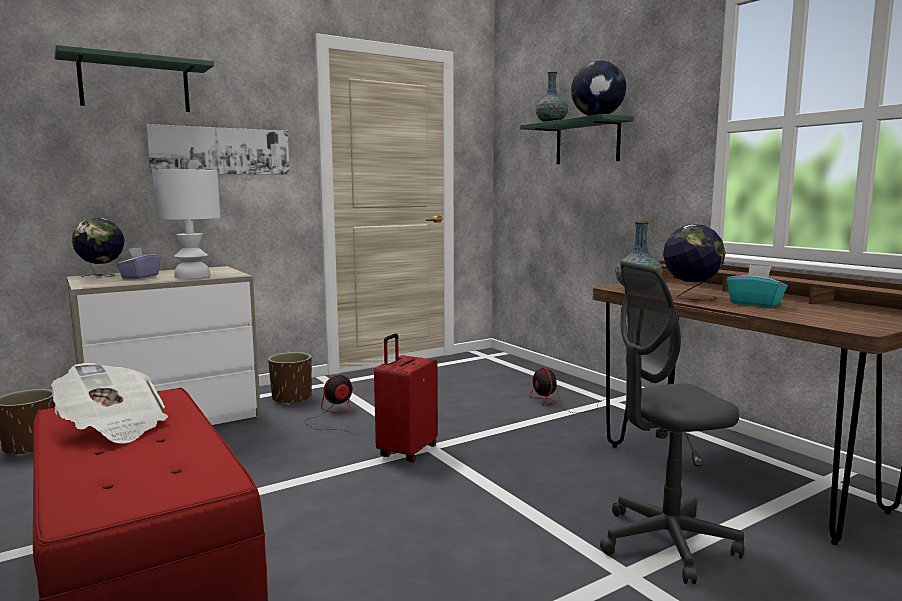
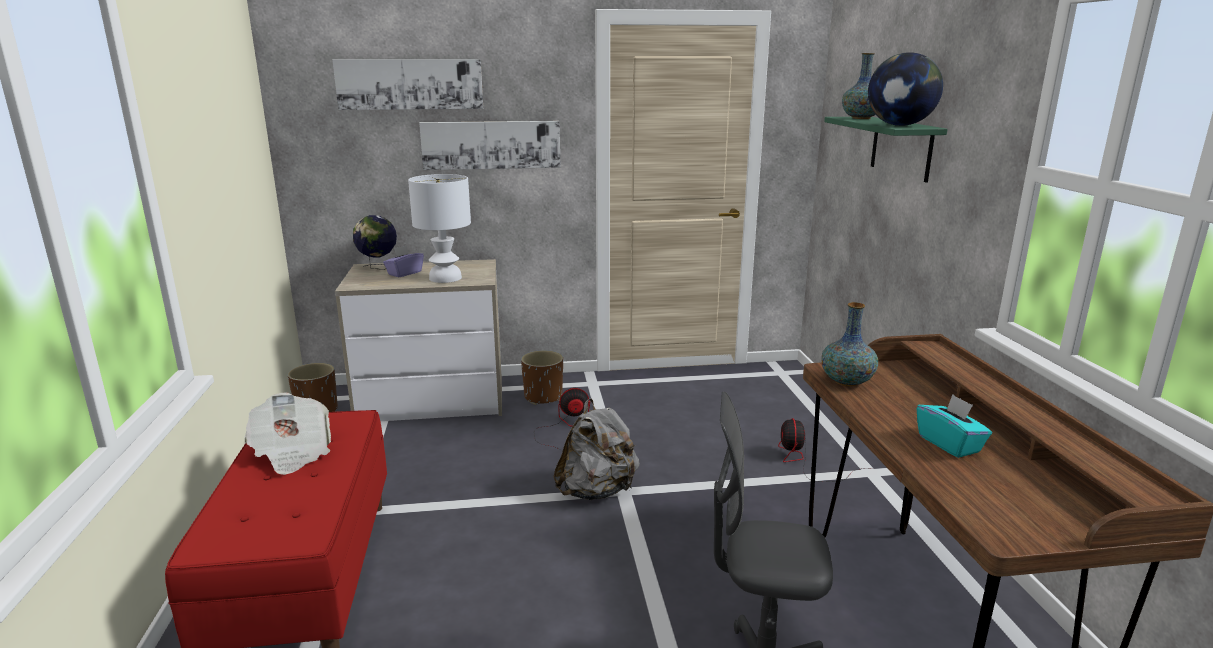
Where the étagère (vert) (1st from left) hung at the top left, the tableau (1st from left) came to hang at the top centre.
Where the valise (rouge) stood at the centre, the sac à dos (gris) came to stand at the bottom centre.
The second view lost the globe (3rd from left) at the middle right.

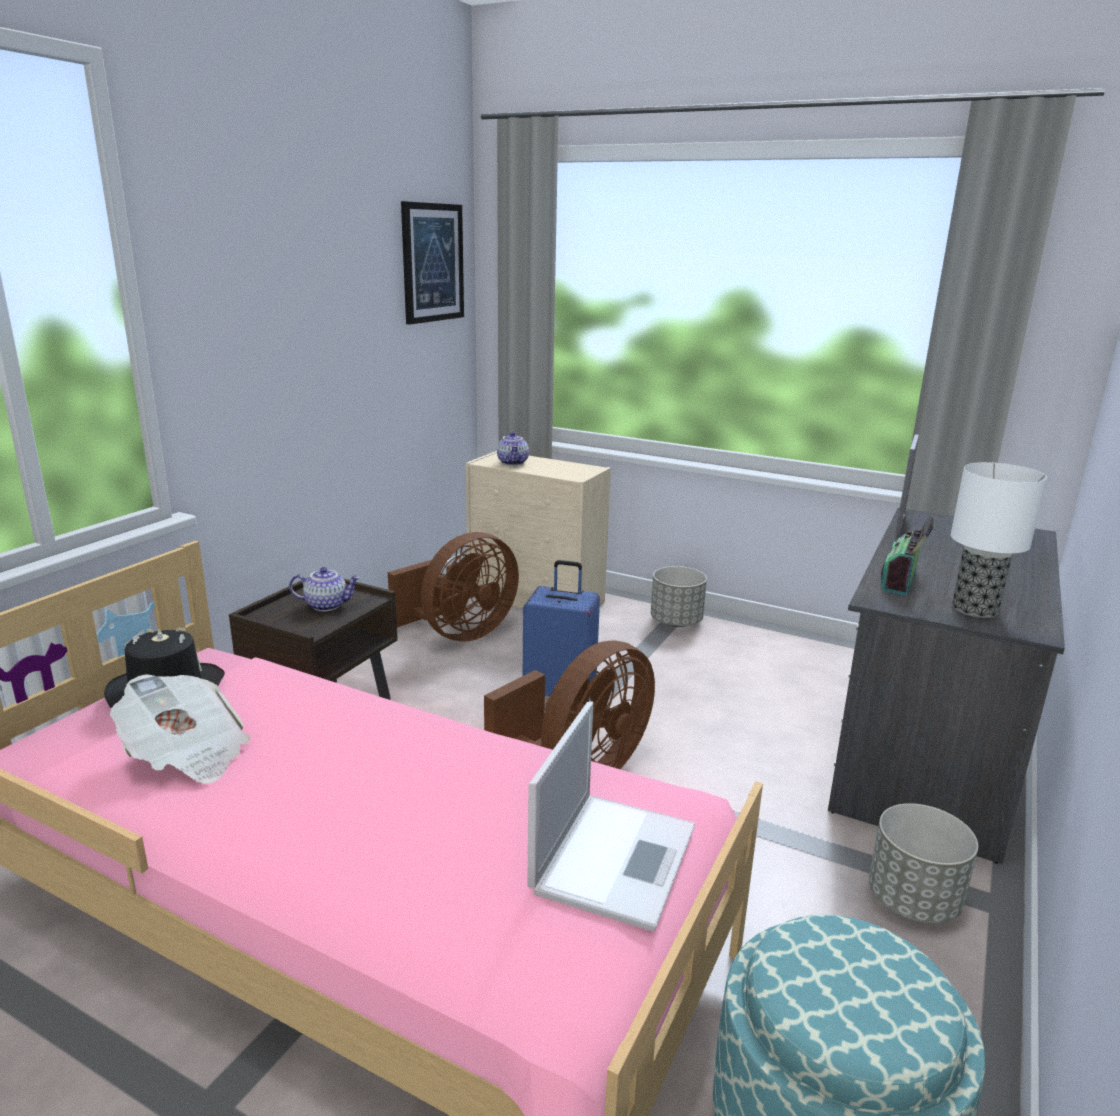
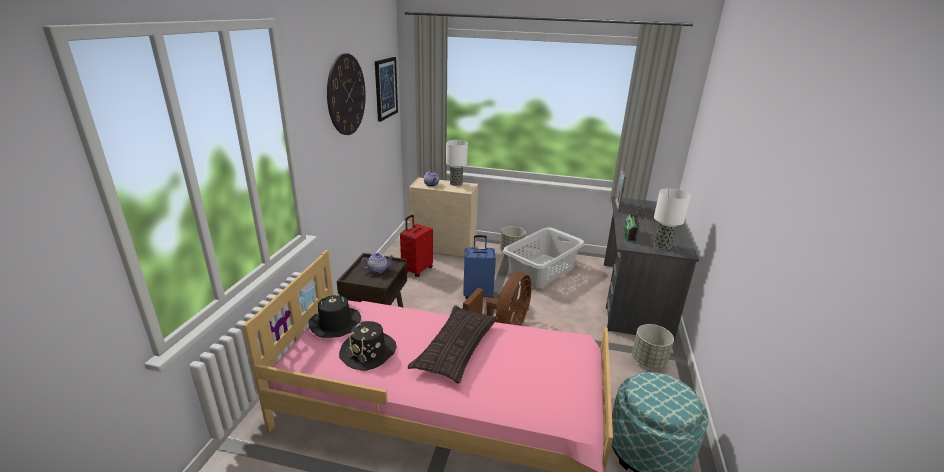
Where the journal stood at the middle left, the chapeau (noir) (2nd from left) came to stand at the bottom centre.
Where the ventilateur (marron) (1st from left) stood at the centre, the valise (rouge) came to stand at the centre.
The second view lost the ordinateur portable at the bottom centre.
The second view gained the horloge murale at the top centre.
The second view gained the coussin at the bottom centre.
The second view gained the lampe de table (1st from left) at the centre.
The second view gained the panier à linge (gris) at the centre.

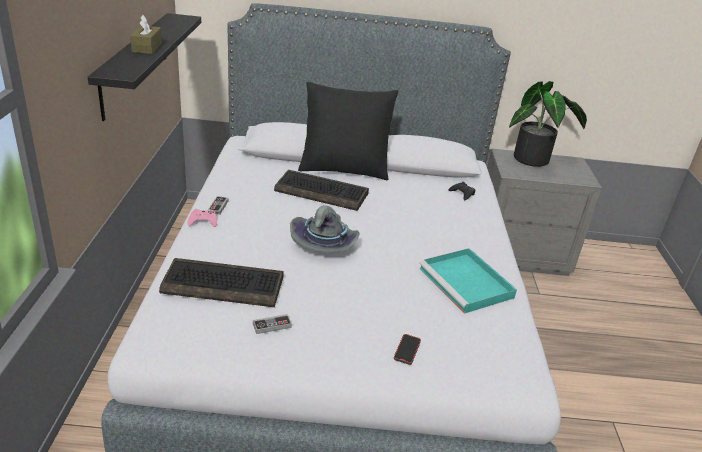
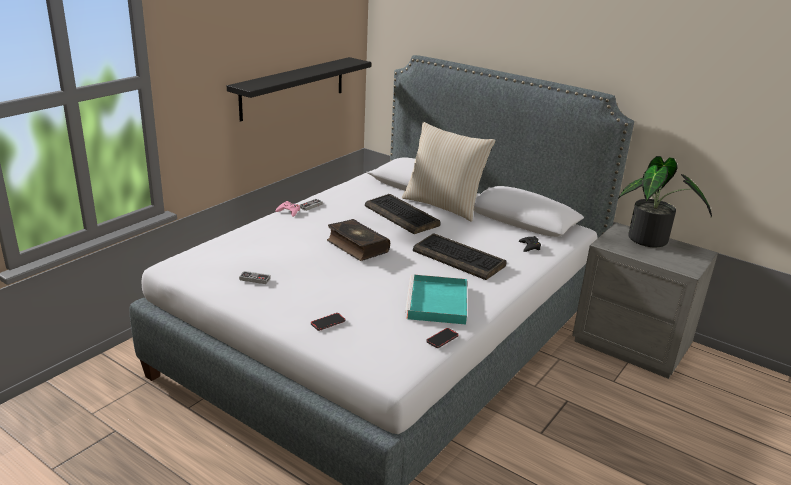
The second view lost the boîte à mouchoirs (marron) at the top left.
The clavier (1st from left in the first image) ended up elsewhere, having gone from the middle left to the centre.
Where the chapeau (gris) stood at the centre, the livre came to stand at the centre.
What was the coussin (noir) at the top centre turned into the coussin (beige) at the centre.
The second view gained the téléphone (2nd from left) at the bottom centre.

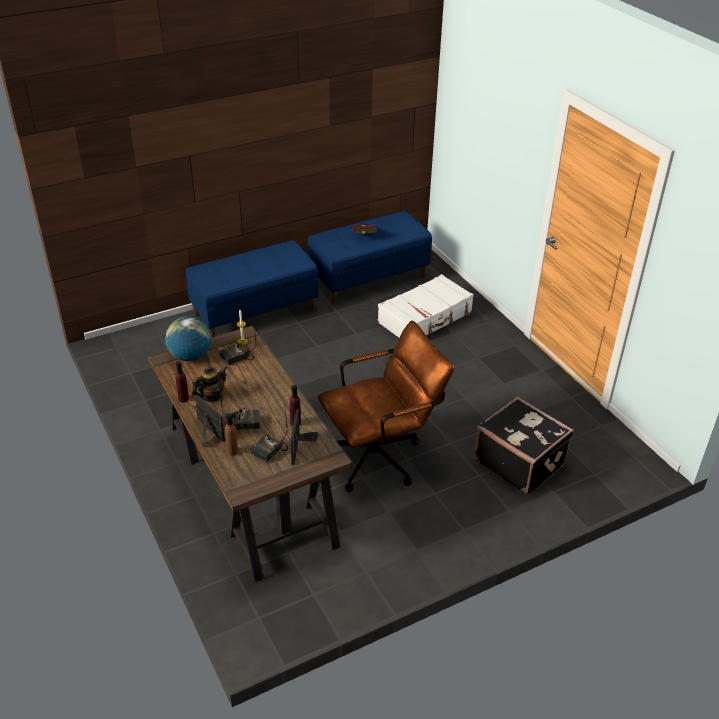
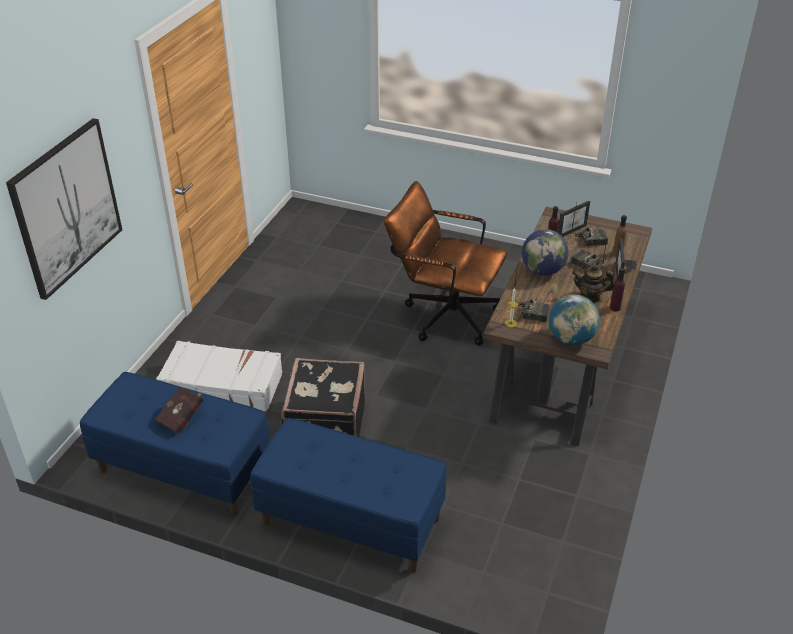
The valise (noir) ended up elsewhere, having gone from the middle right to the centre.
The second view gained the tableau at the top left.
The second view gained the globe (1st from left) at the middle right.

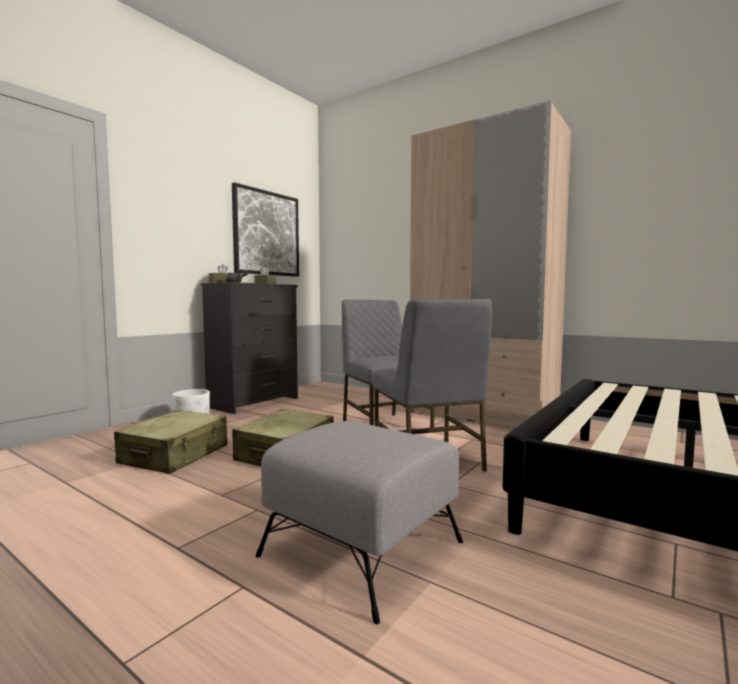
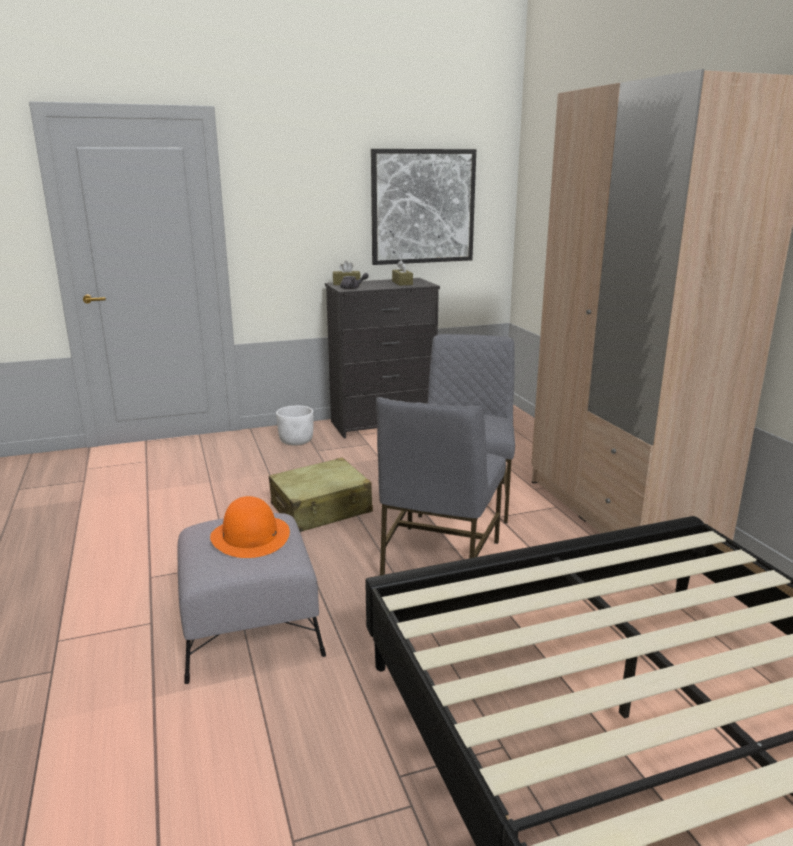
The second view lost the valise (beige) (1st from left) at the middle left.
The second view gained the chapeau (orange) at the middle left.

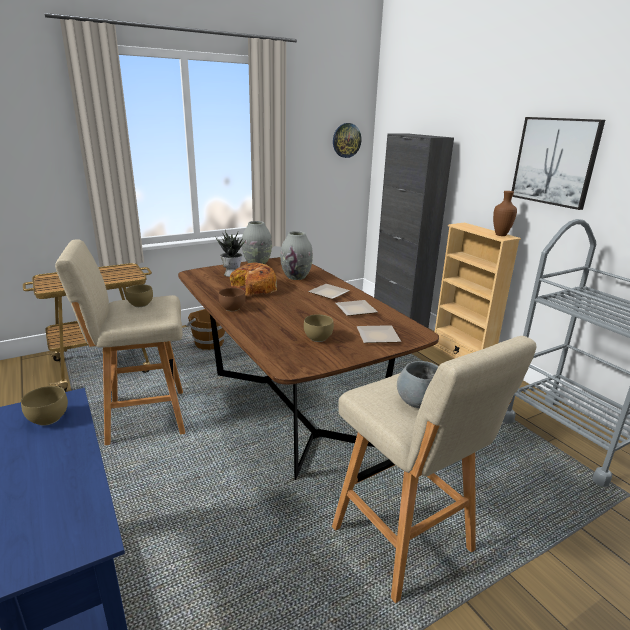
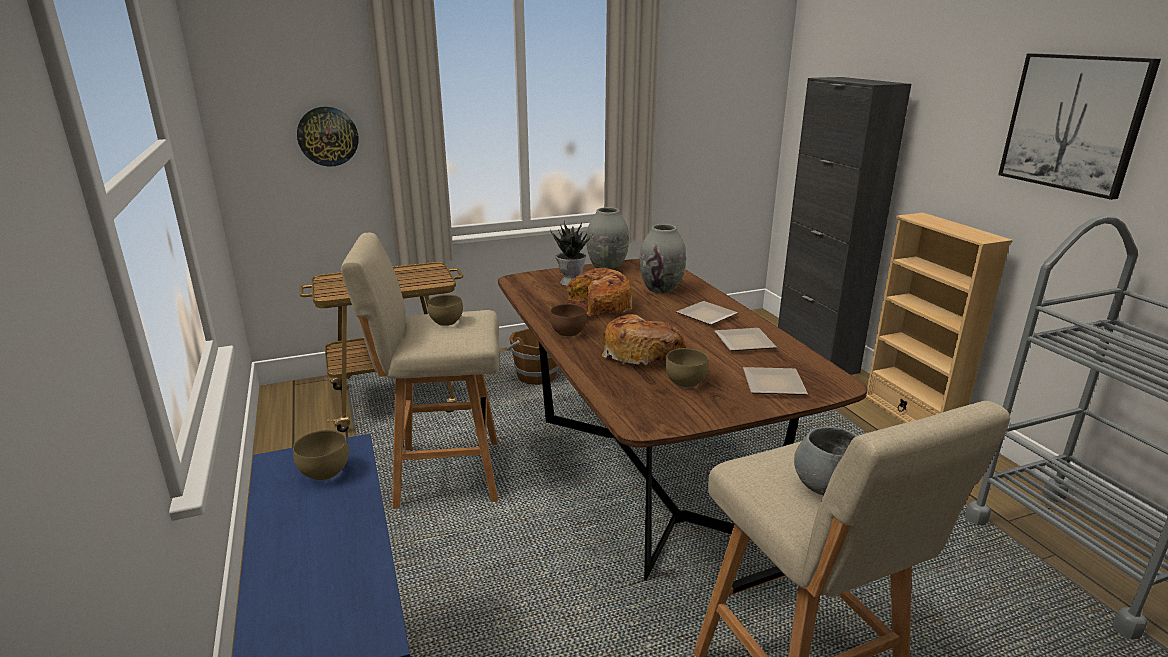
The horloge murale ended up elsewhere, having gone from the top centre to the top left.
The second view lost the vase (marron) at the middle right.
The second view gained the pain (2nd from left) at the centre.

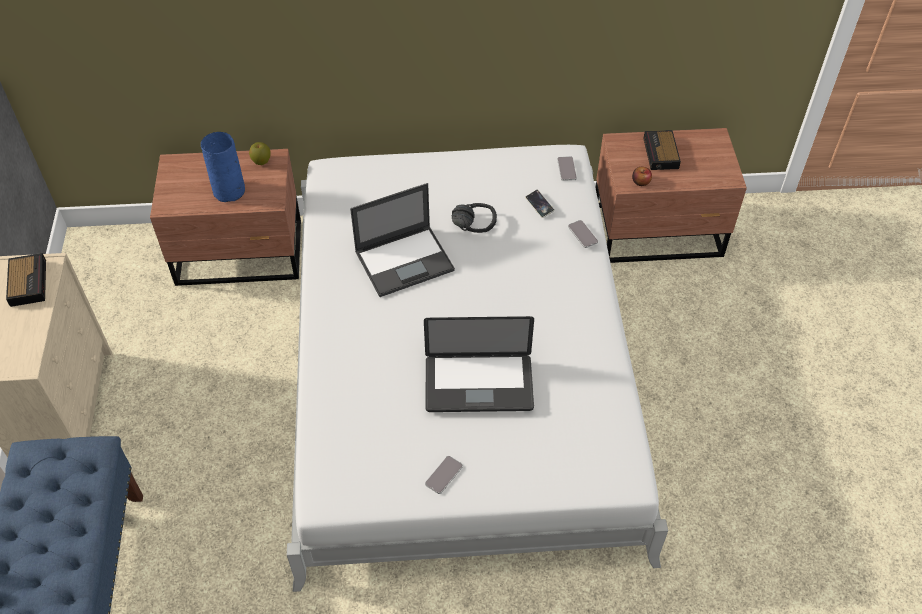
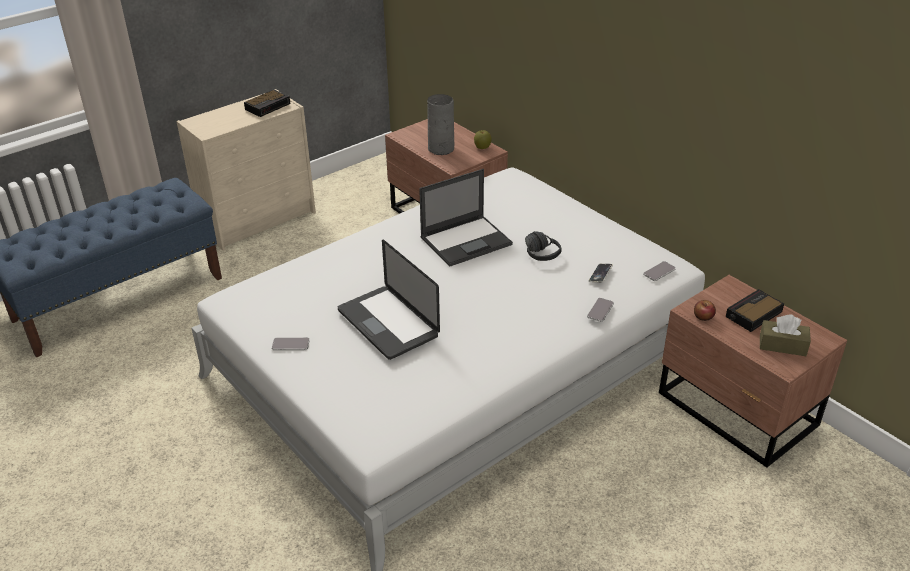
What was the vase (bleu) at the top left turned into the vase (gris) at the top centre.
The ordinateur portable (1st from left in the first image) at the centre ended up facing another way, 60 degrees counterclockwise from before.
The second view gained the boîte à mouchoirs (marron) at the middle right.

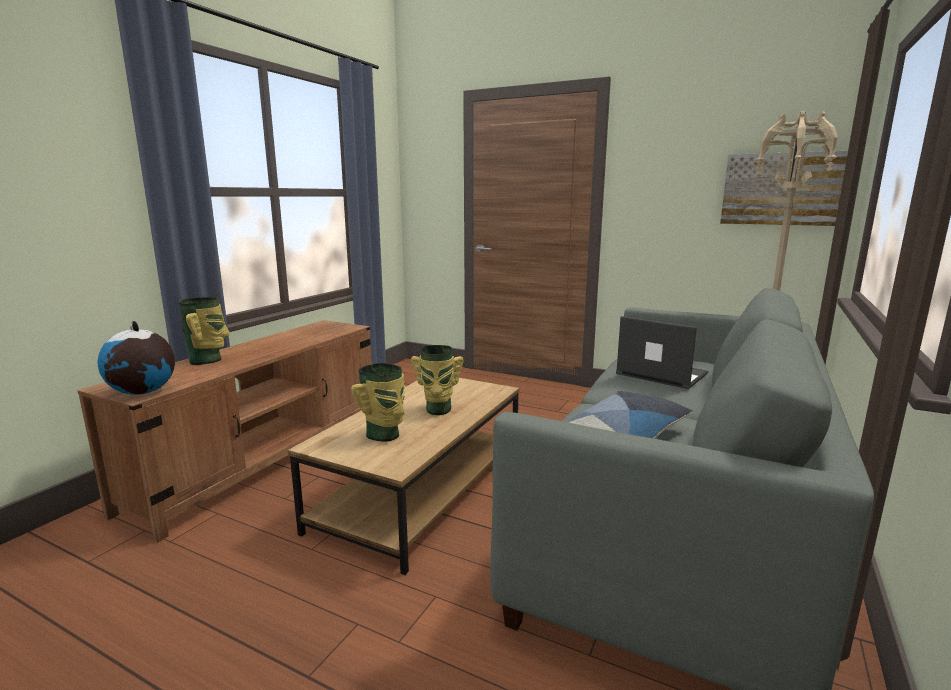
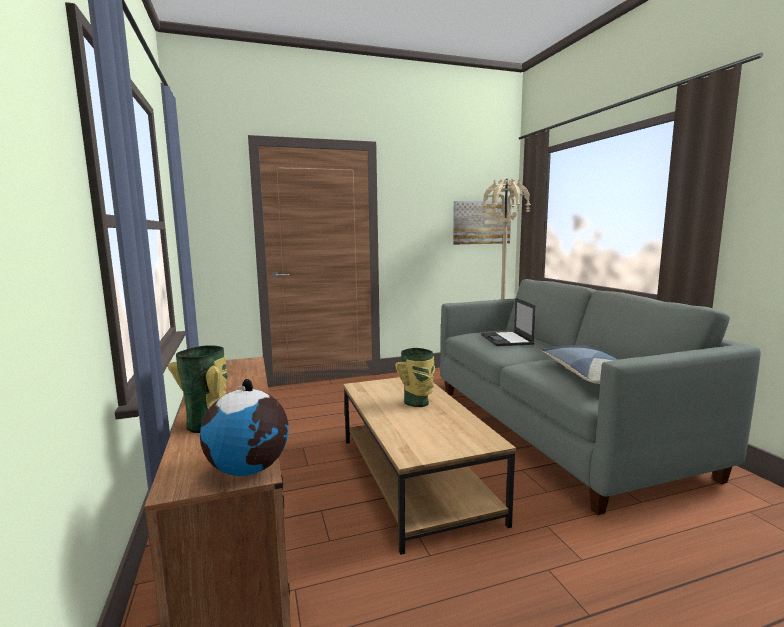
The second view lost the vase (2nd from left) at the centre.
The ordinateur portable at the middle right ended up facing another way, 90 degrees counterclockwise from before.

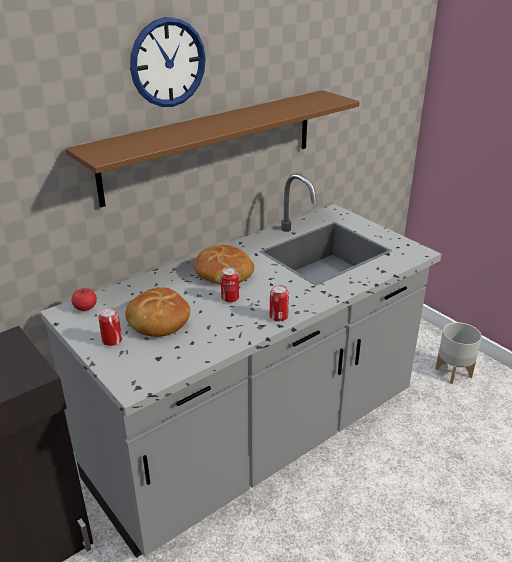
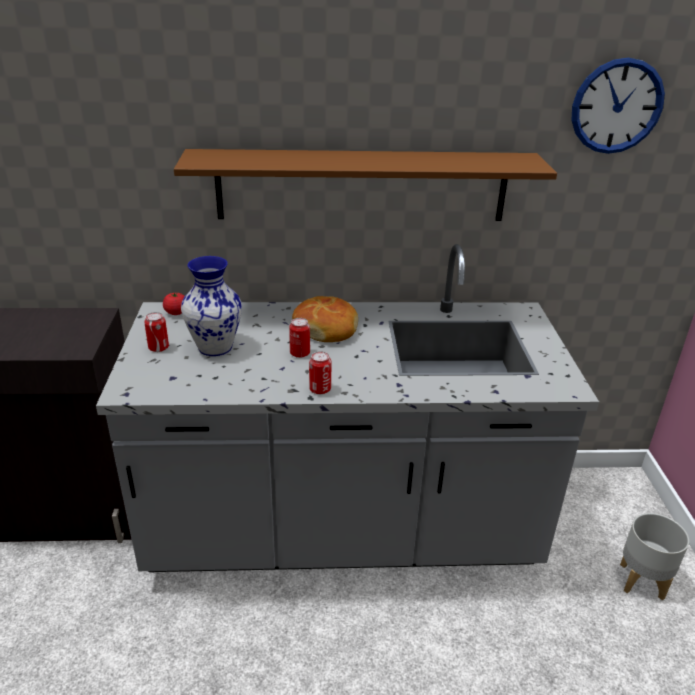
Where the pain (1st from left) stood at the middle left, the vase came to stand at the middle left.
The horloge murale ended up elsewhere, having gone from the top left to the top right.

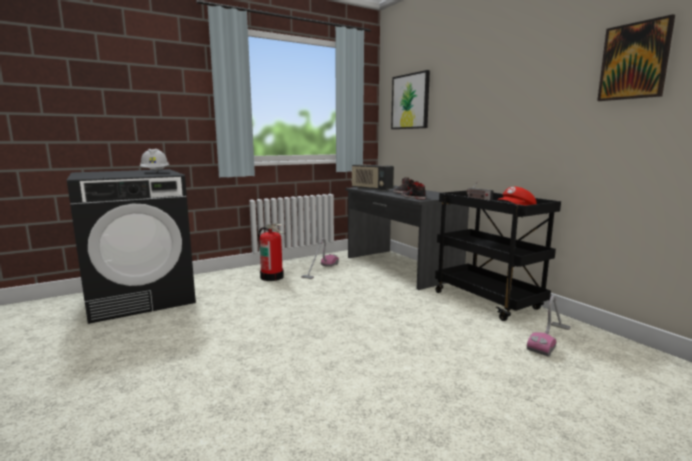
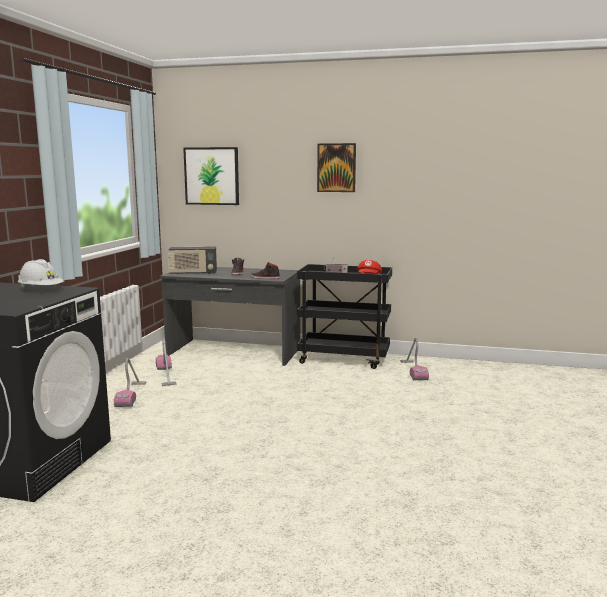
Where the extincteur stood at the centre, the aspirateur (1st from left) came to stand at the middle left.
The tableau (2nd from left) ended up elsewhere, having gone from the top right to the top centre.

